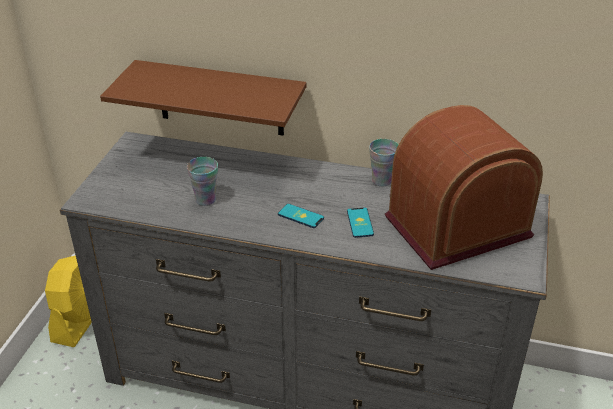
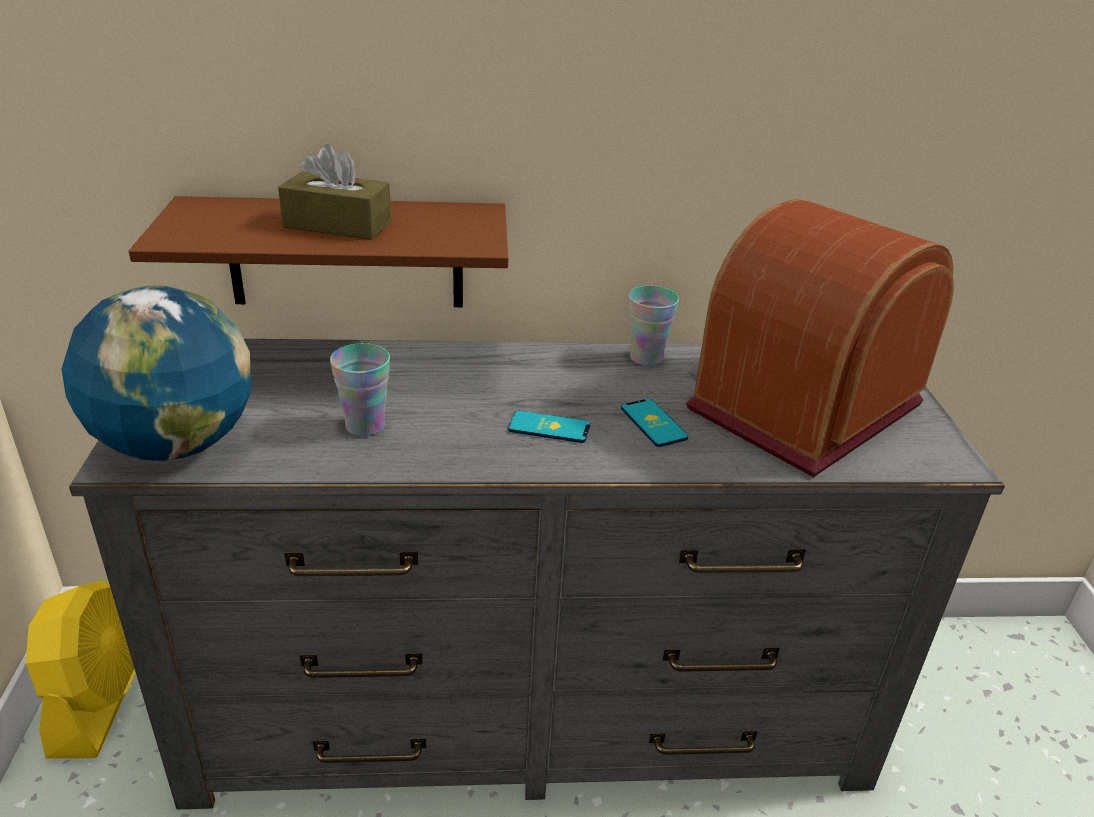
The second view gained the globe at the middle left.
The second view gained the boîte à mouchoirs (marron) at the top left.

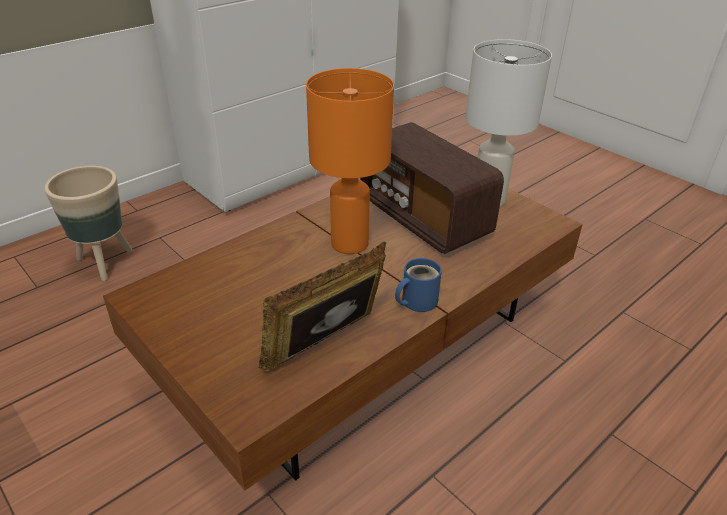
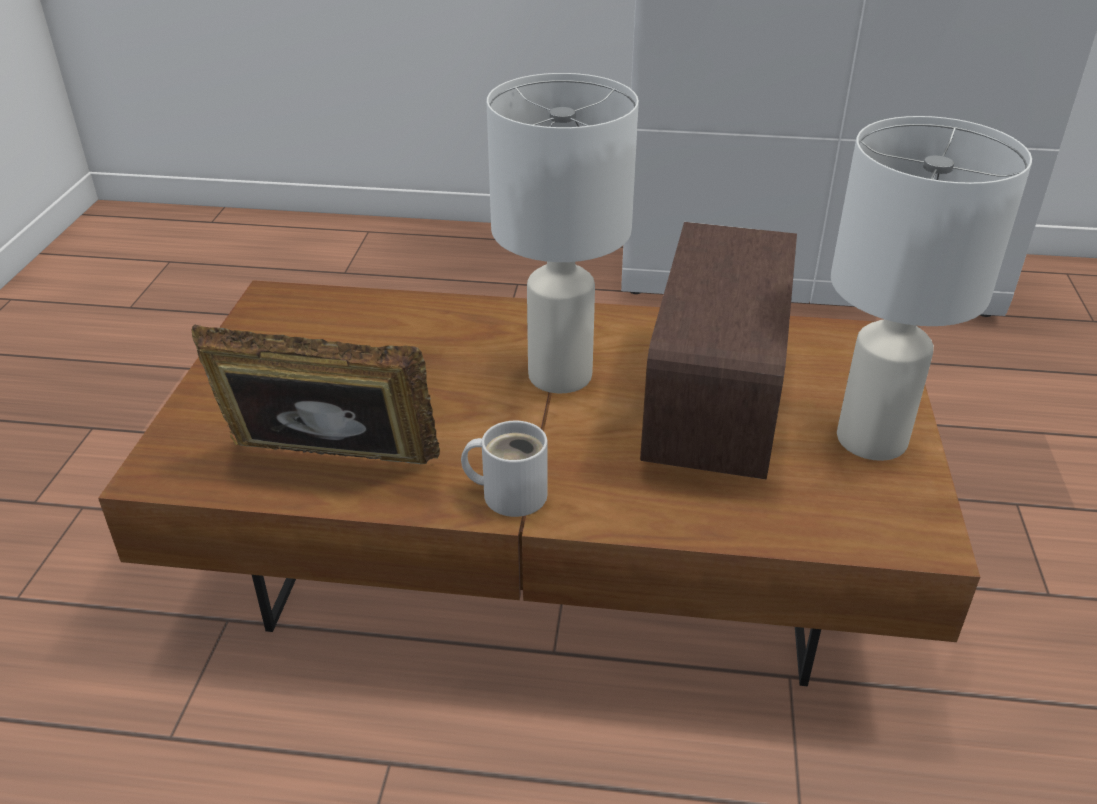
The second view lost the cache-pot (beige) at the middle left.
What was the lampe de table (orange) at the top centre turned into the lampe de table (blanc) (1st from left) at the top centre.
What was the mug (bleu) at the centre turned into the mug (blanc) at the centre.

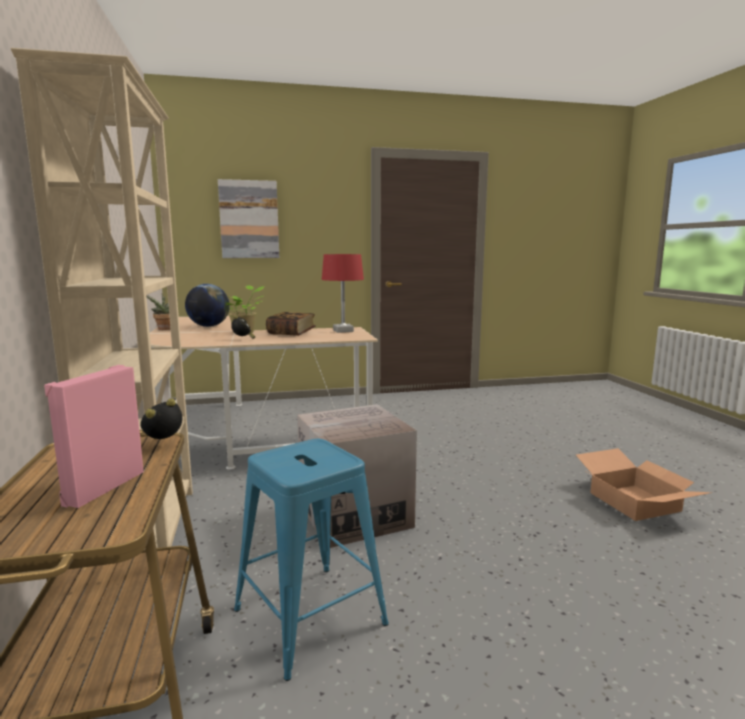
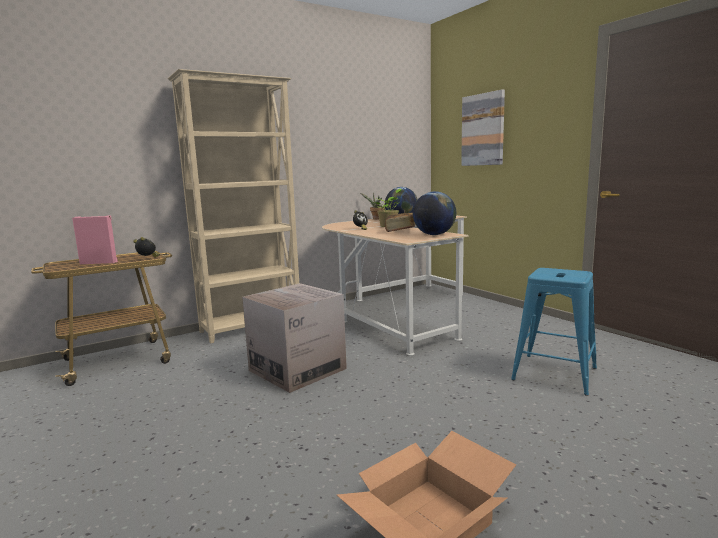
The tabouret (bleu) ended up elsewhere, having gone from the bottom centre to the middle right.
Where the lampe de table (rouge) stood at the centre, the globe (2nd from left) came to stand at the centre.

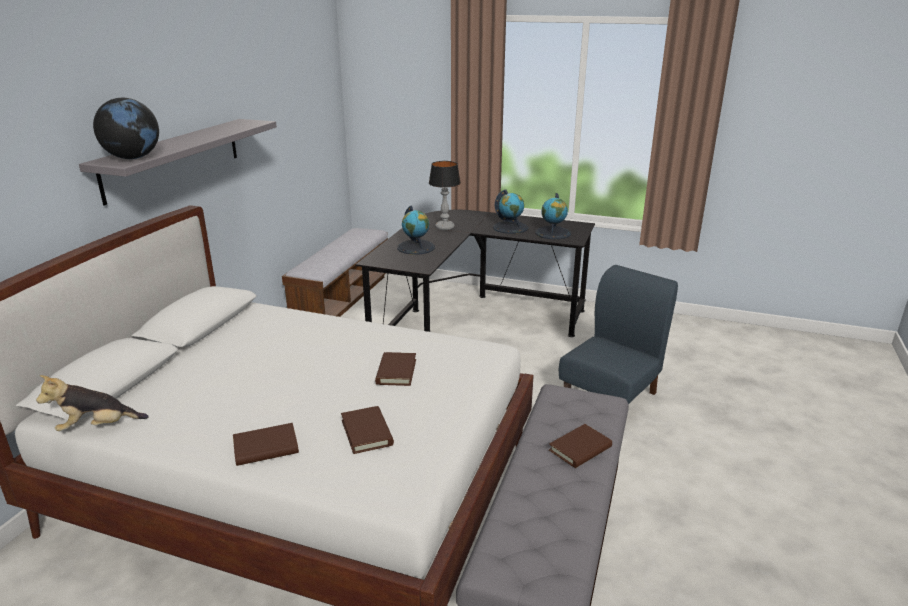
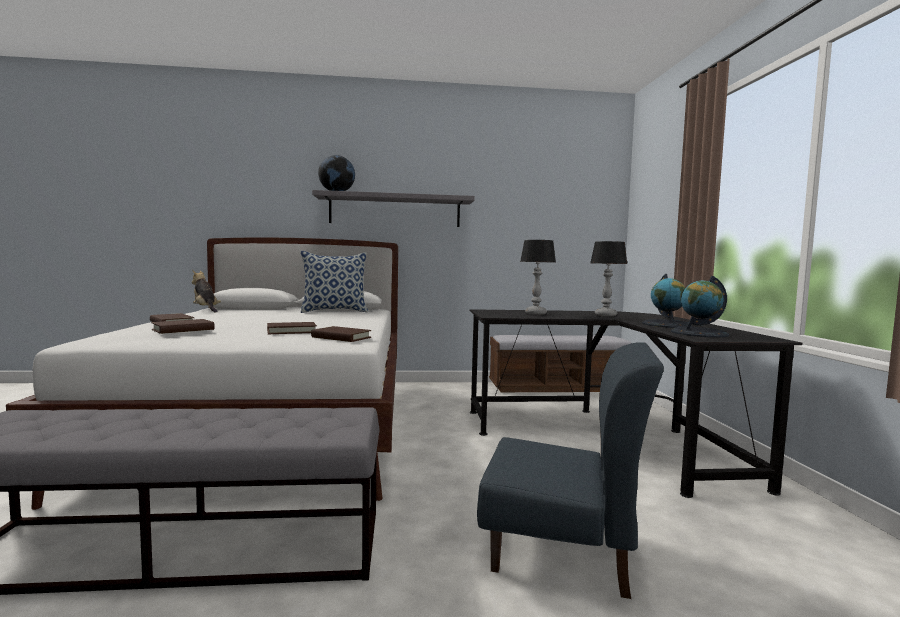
Where the globe (2nd from left) stood at the centre, the lampe de table (1st from left) came to stand at the centre.
The livre (marron) (4th from left) ended up elsewhere, having gone from the bottom centre to the centre.
The second view gained the coussin at the centre.

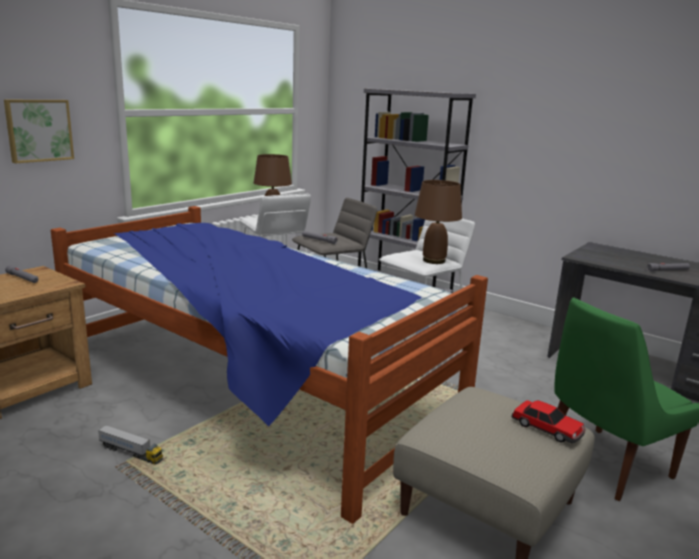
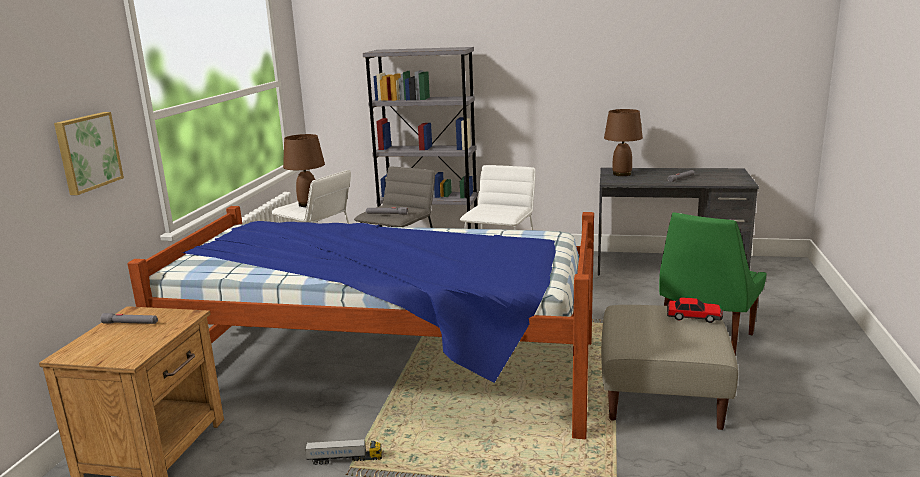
The lampe de table (marron) (2nd from left) ended up elsewhere, having gone from the centre to the top right.

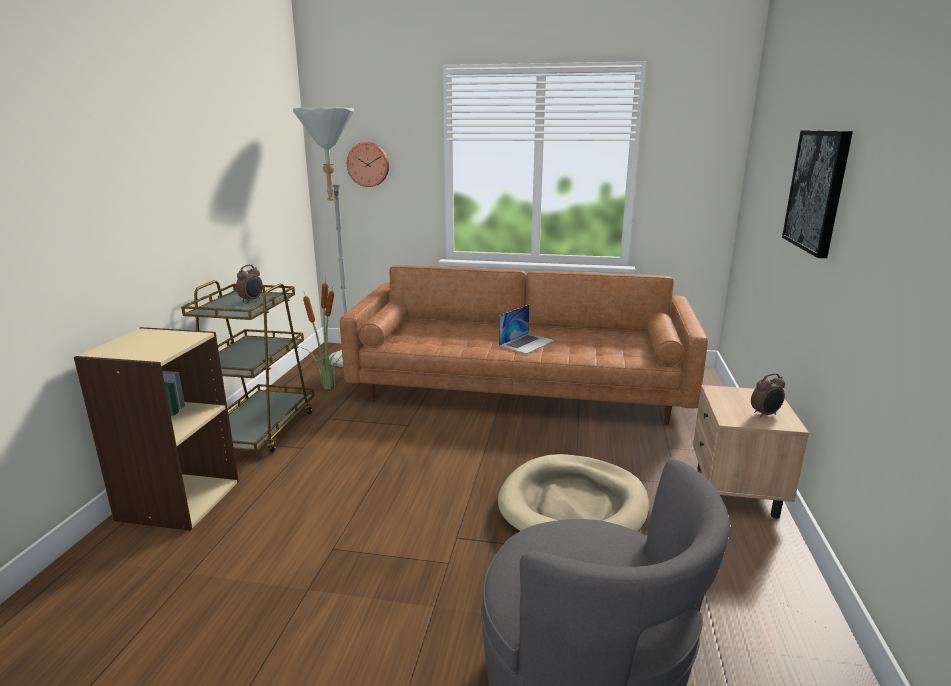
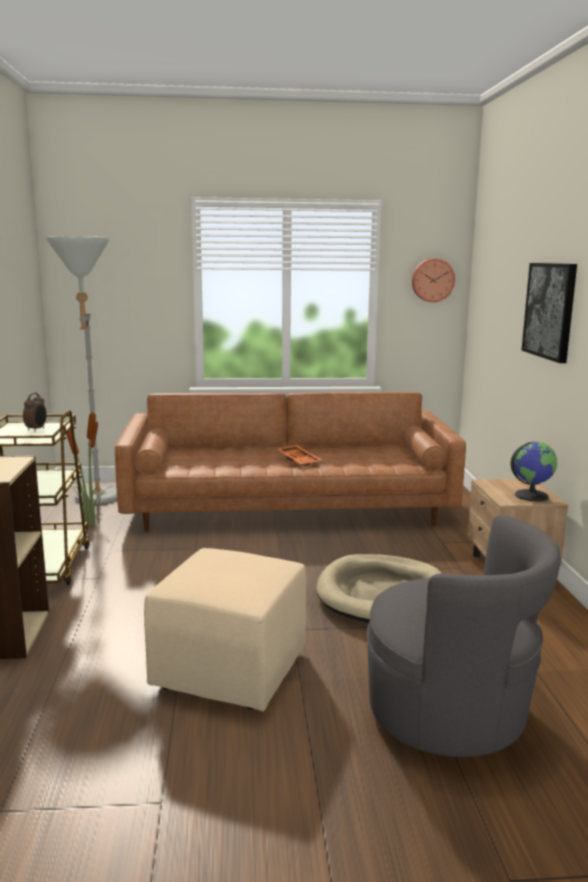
The horloge murale ended up elsewhere, having gone from the top centre to the top right.
Where the ordinateur portable stood at the centre, the plateau (orange) came to stand at the centre.
Where the réveil (2nd from left) stood at the middle right, the globe came to stand at the middle right.
The second view gained the pouf (beige) at the bottom centre.

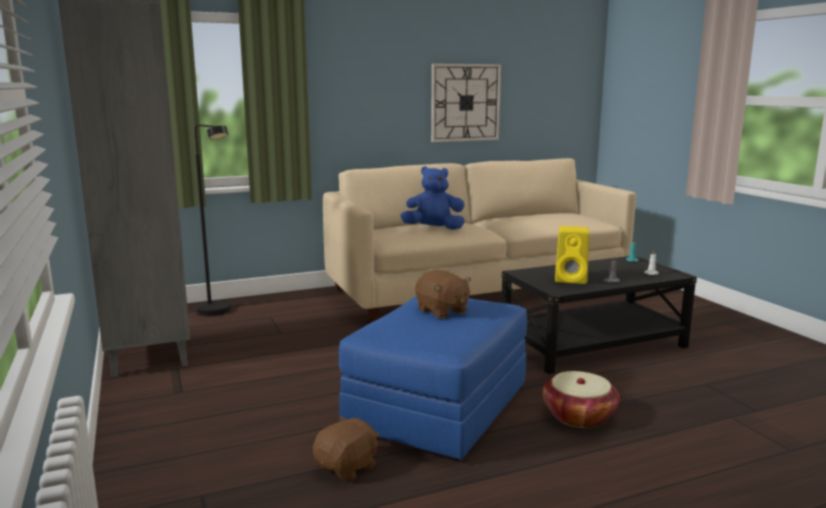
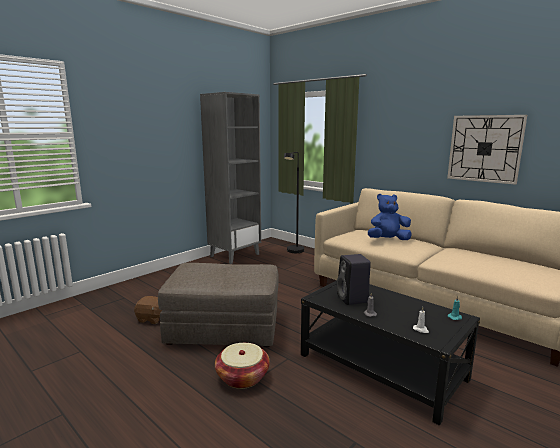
What was the pouf (bleu) at the bottom centre turned into the pouf (gris) at the bottom centre.
The peluche (bleu) at the centre ended up facing another way, 75 degrees counterclockwise from before.
The second view lost the peluche (marron) (2nd from left) at the centre.
What was the enceinte (jaune) at the middle right turned into the enceinte (noir) at the centre.

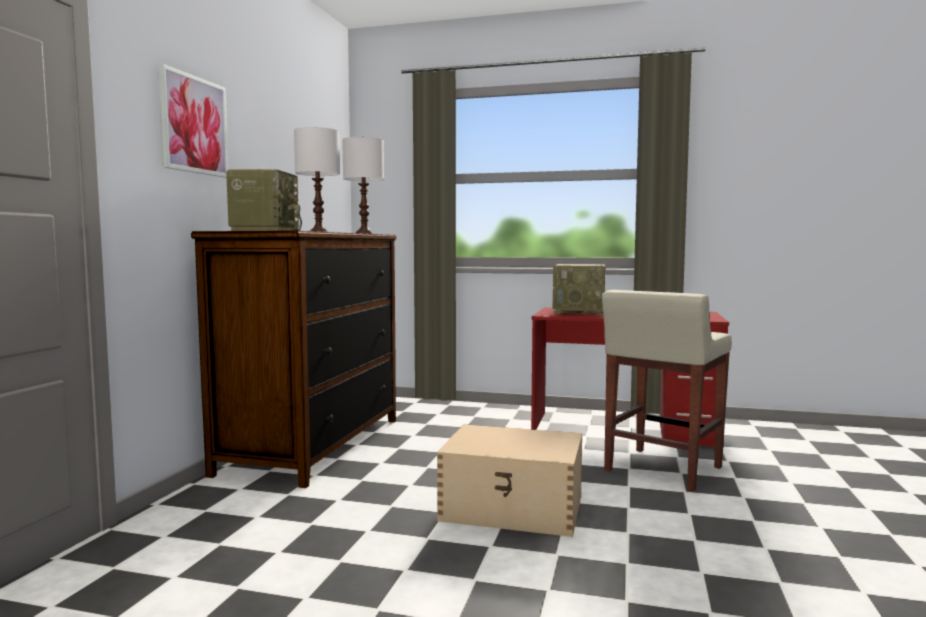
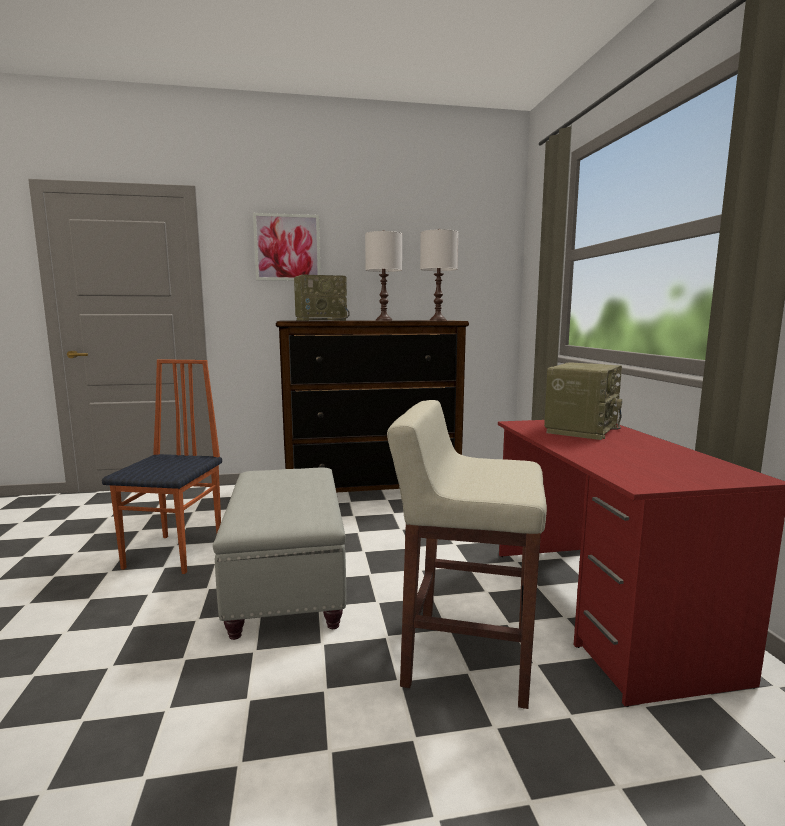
Where the boîte de rangement (beige) stood at the bottom centre, the pouf (gris) came to stand at the bottom centre.
The radio (2nd from left) at the centre ended up facing another way, 135 degrees counterclockwise from before.
The second view gained the chaise at the middle left.

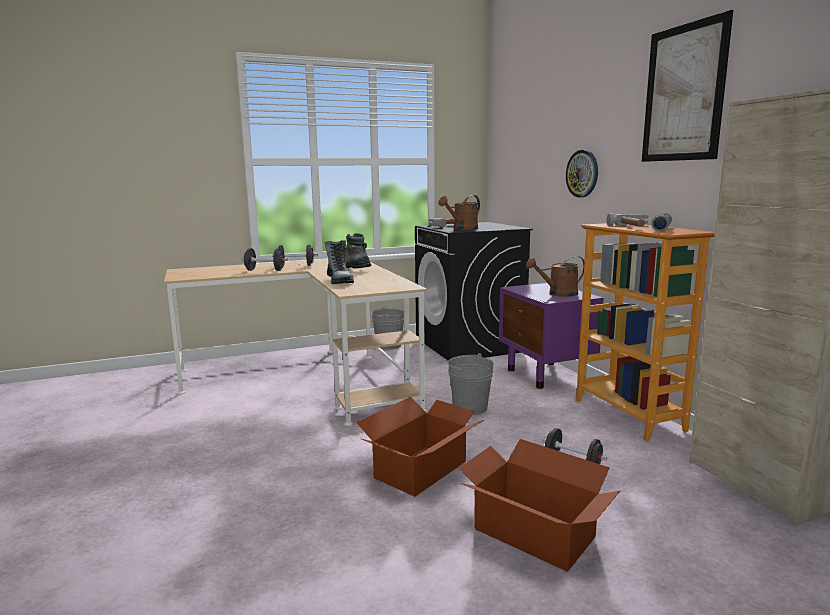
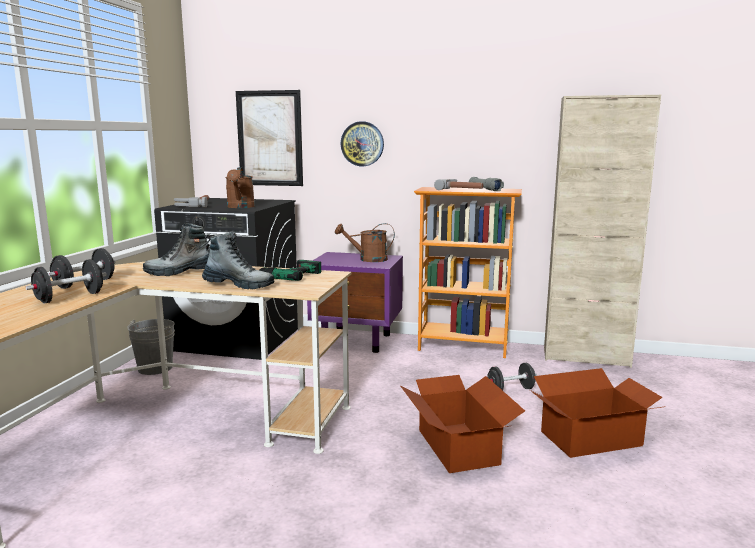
The second view lost the seau (gris) (2nd from left) at the centre.
The arrosoir (marron) (2nd from left) at the middle right ended up facing another way, 60 degrees clockwise from before.
The tableau ended up elsewhere, having gone from the top right to the top centre.
The second view gained the perceuse at the centre.

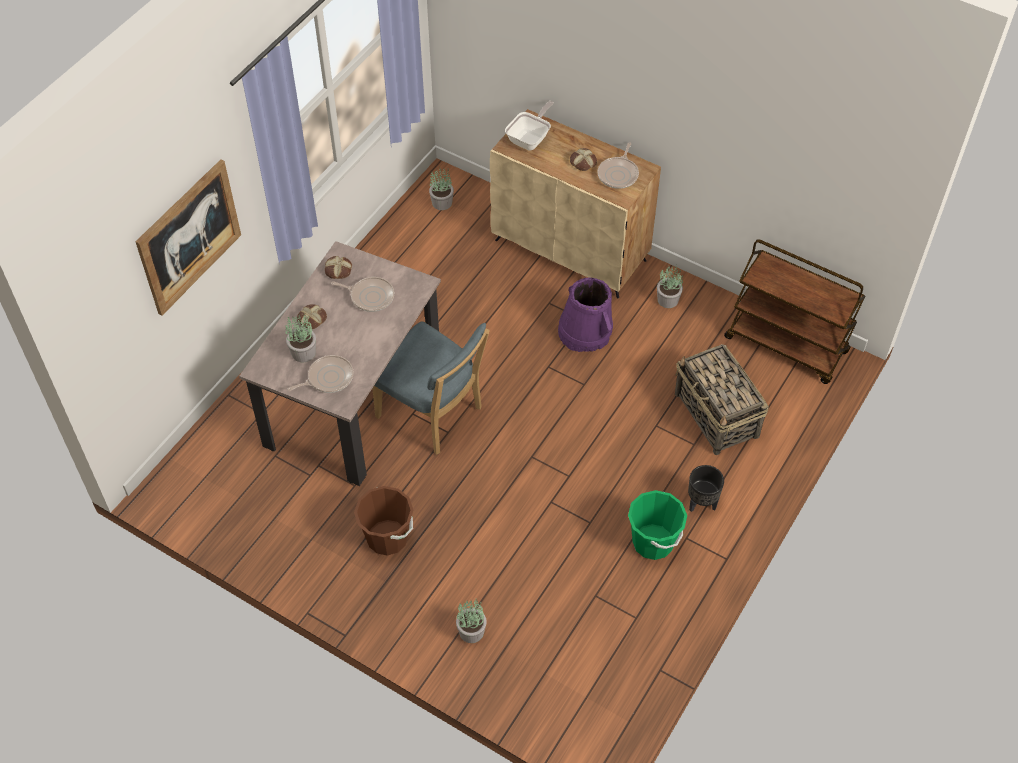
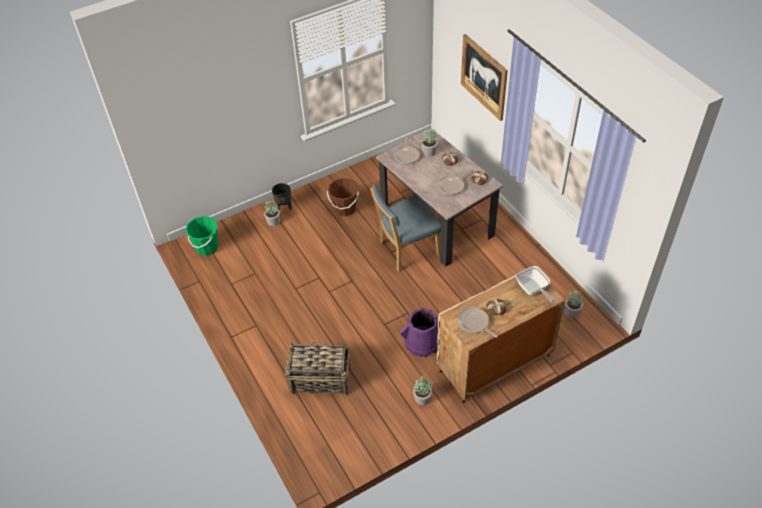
The seau (vert) ended up elsewhere, having gone from the bottom centre to the middle left.
The cache-pot (noir) ended up elsewhere, having gone from the middle right to the centre.
The second view lost the chariot (marron) at the middle right.

